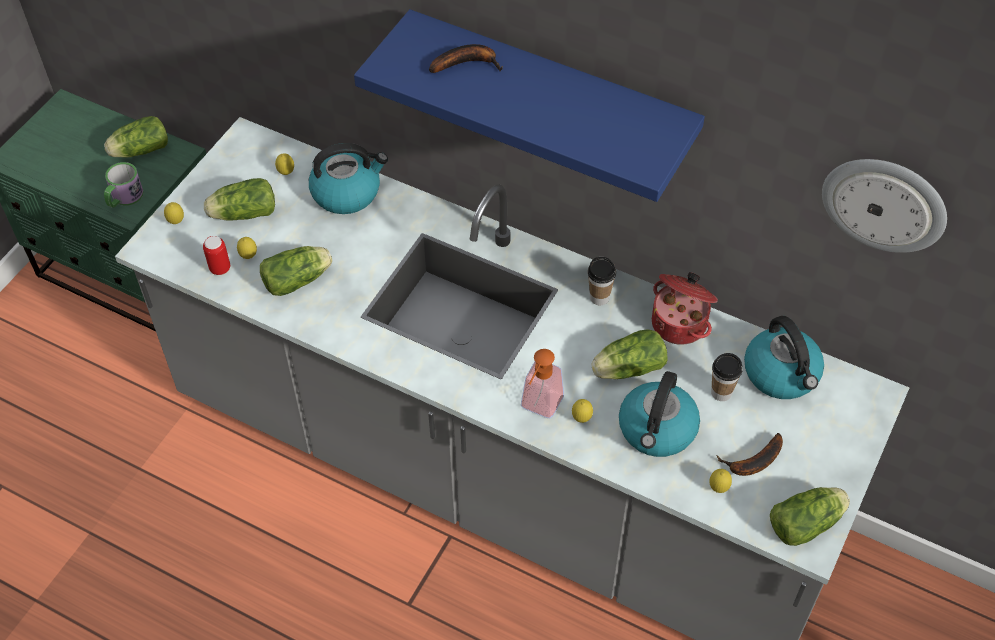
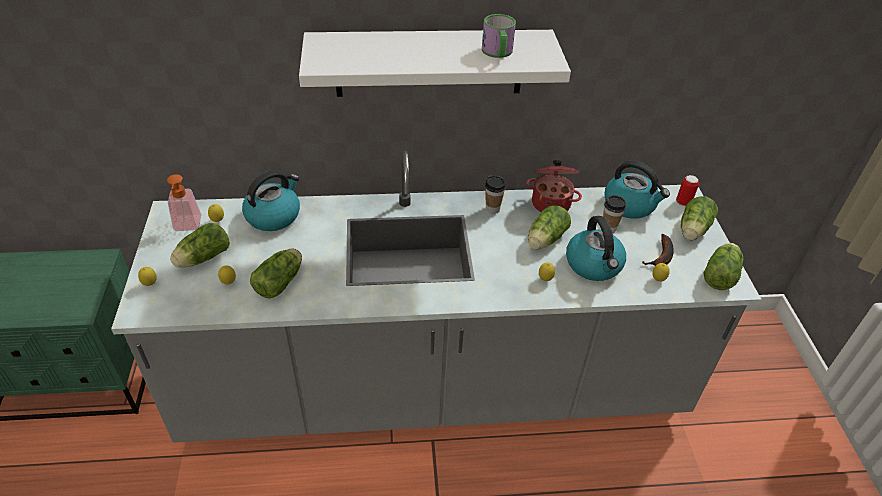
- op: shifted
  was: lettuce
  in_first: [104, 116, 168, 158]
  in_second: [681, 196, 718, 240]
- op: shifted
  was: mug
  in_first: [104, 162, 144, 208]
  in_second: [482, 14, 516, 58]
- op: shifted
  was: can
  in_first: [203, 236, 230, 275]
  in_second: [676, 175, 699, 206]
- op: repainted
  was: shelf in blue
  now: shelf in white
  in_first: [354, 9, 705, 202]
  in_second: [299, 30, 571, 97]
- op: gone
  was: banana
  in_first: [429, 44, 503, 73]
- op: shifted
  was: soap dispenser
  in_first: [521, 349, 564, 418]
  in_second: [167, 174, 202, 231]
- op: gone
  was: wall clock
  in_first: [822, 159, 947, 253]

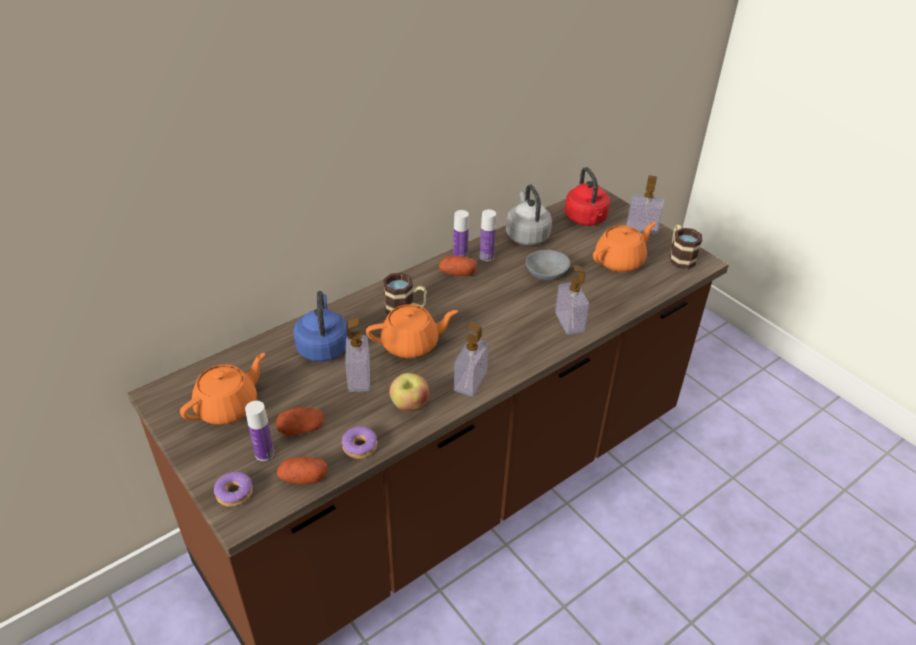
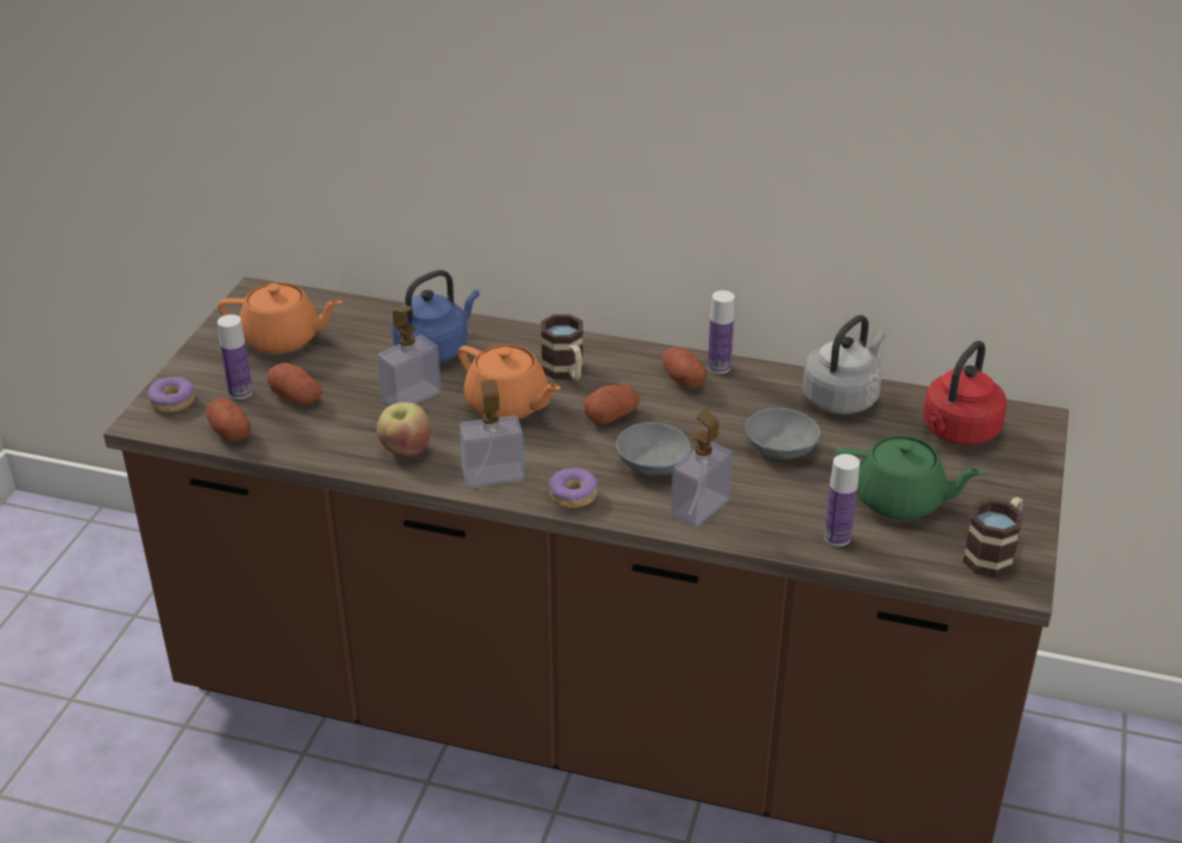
- op: shifted
  was: donut
  in_first: [342, 426, 377, 459]
  in_second: [549, 468, 598, 508]
- op: shifted
  was: bottle
  in_first: [480, 209, 496, 261]
  in_second: [824, 454, 860, 546]
- op: repainted
  was: teapot in orange
  now: teapot in green
  in_first: [593, 222, 656, 272]
  in_second: [835, 436, 985, 520]
- op: gone
  was: soap dispenser
  in_first: [626, 175, 664, 235]
- op: new
  now: potato
  in_second: [584, 384, 640, 425]
- op: new
  now: bowl in grey
  in_second: [616, 422, 691, 475]

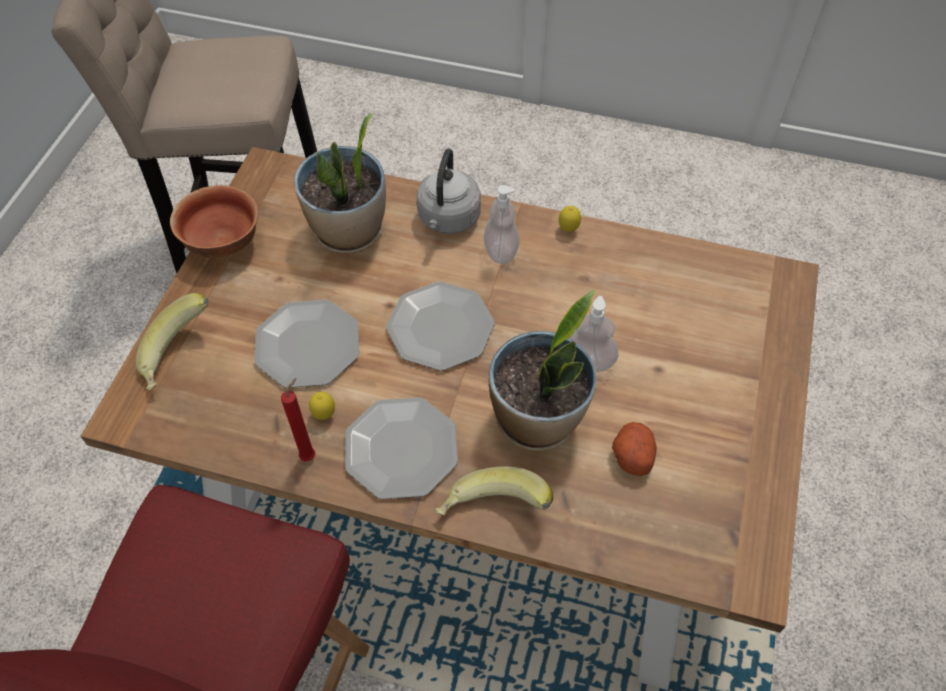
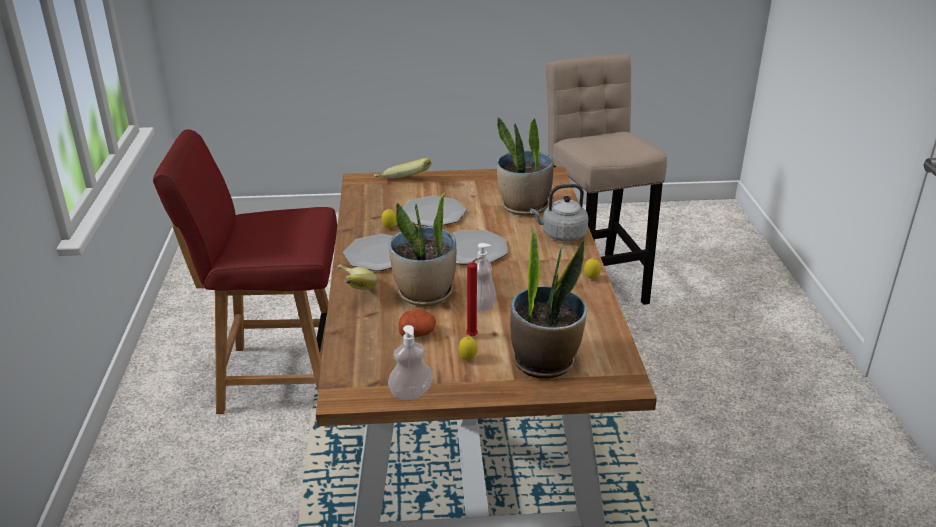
- op: gone
  was: bowl
  in_first: [170, 185, 258, 258]
- op: shifted
  was: candle in red
  in_first: [281, 378, 315, 461]
  in_second: [466, 257, 482, 336]
- op: shifted
  was: soap dispenser
  in_first: [484, 185, 519, 264]
  in_second: [388, 325, 433, 400]
- op: new
  now: lemon
  in_second: [458, 337, 478, 360]
- op: new
  now: potted plant
  in_second: [510, 226, 587, 379]

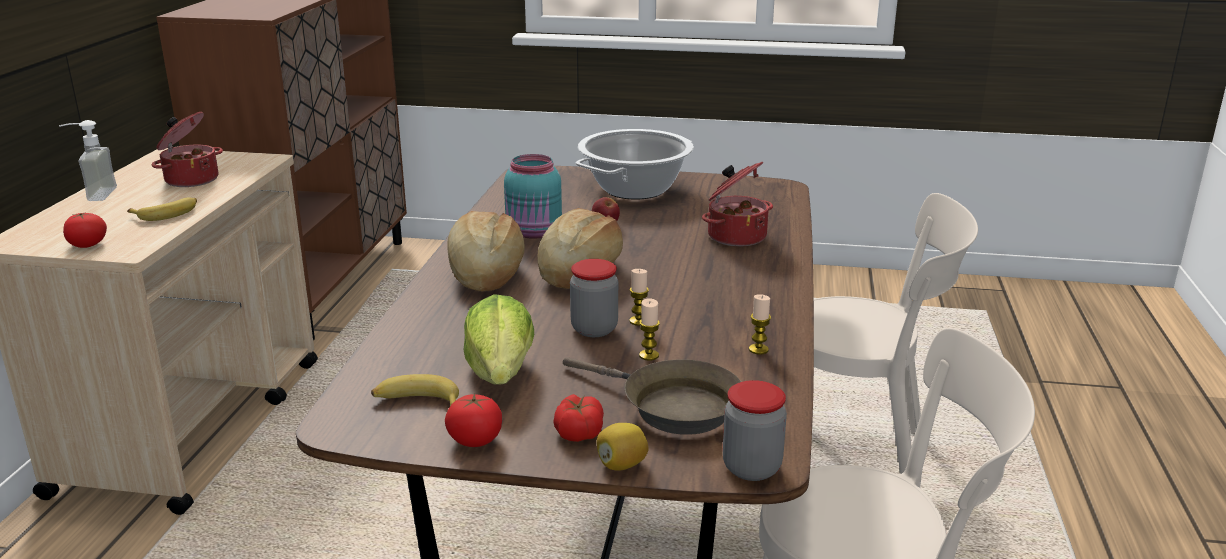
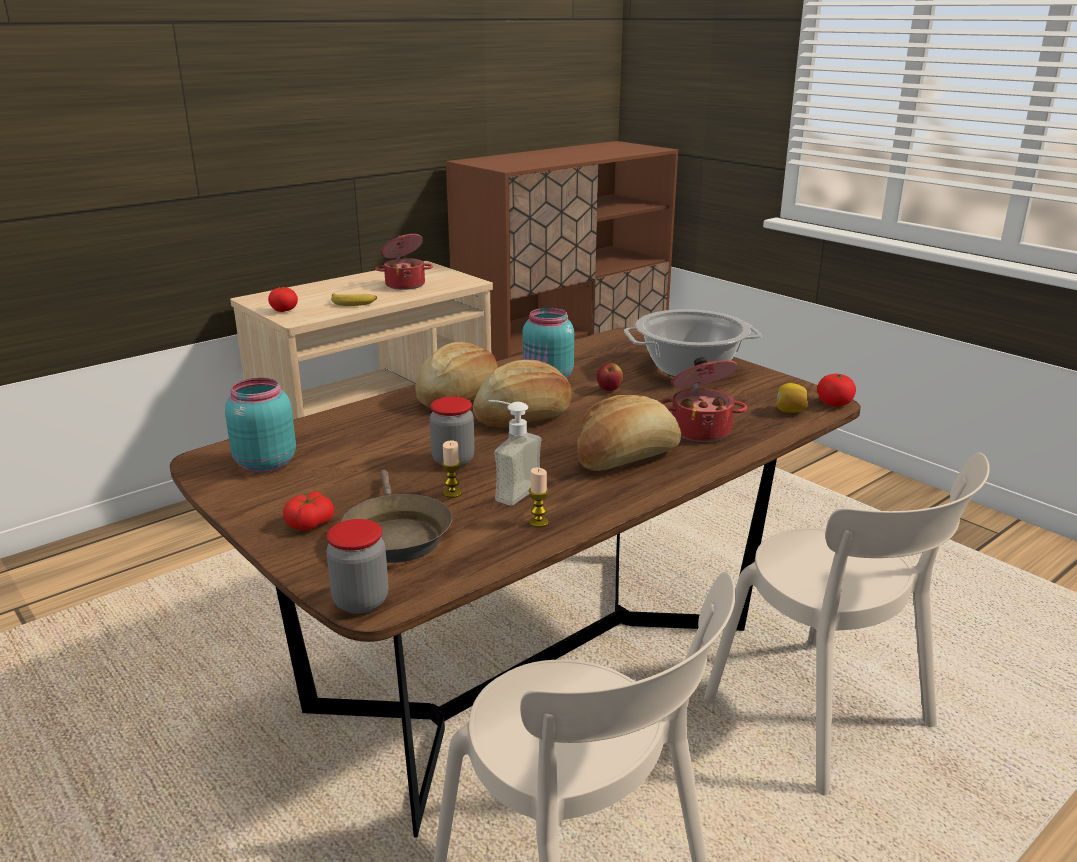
- op: shifted
  was: soap dispenser
  in_first: [59, 120, 117, 201]
  in_second: [489, 400, 542, 506]
- op: swapped
  was: banana
  now: jar in turquoise
  in_first: [371, 374, 459, 406]
  in_second: [225, 378, 296, 473]
- op: shifted
  was: tomato
  in_first: [445, 394, 502, 447]
  in_second: [817, 374, 856, 407]
- op: gone
  was: lettuce
  in_first: [464, 294, 534, 384]
- op: shifted
  was: lemon
  in_first: [597, 423, 649, 471]
  in_second: [776, 383, 808, 413]
- op: gone
  was: candle
  in_first: [629, 269, 649, 326]
- op: new
  now: bread
  in_second: [577, 395, 682, 471]

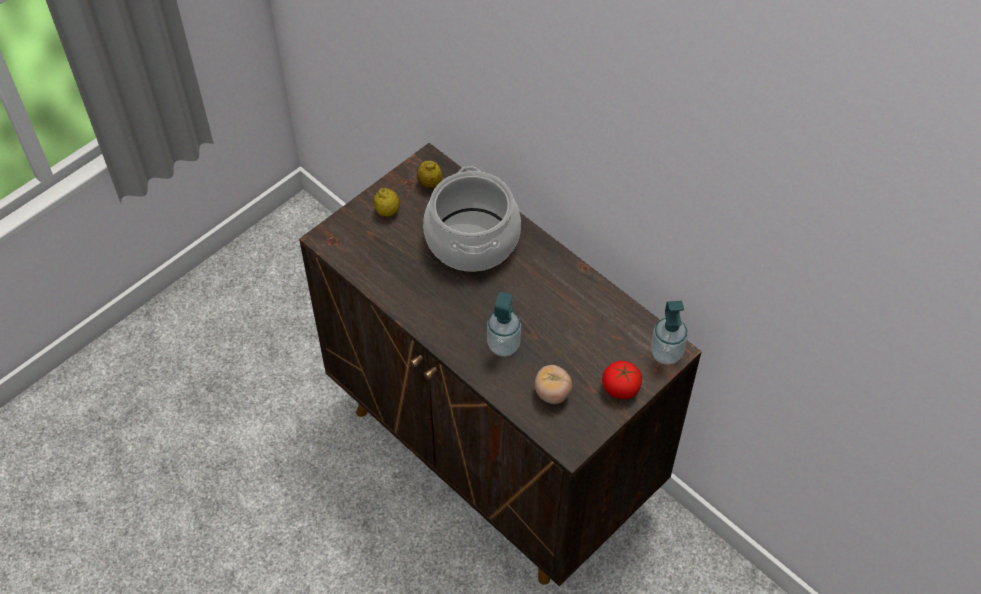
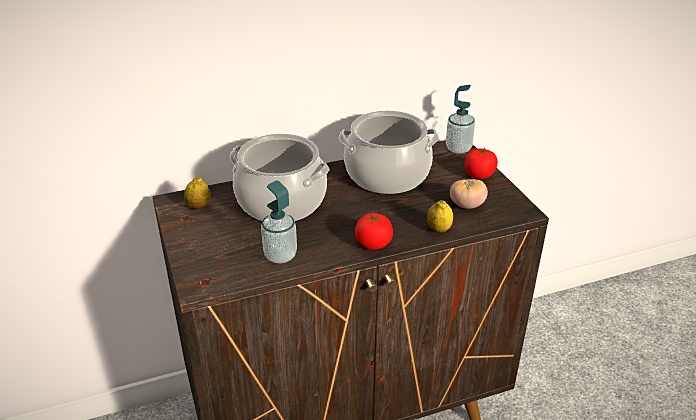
- op: shifted
  was: lemon
  in_first: [374, 188, 400, 217]
  in_second: [427, 200, 453, 232]
- op: shifted
  was: soap dispenser
  in_first: [487, 292, 521, 357]
  in_second: [261, 180, 297, 263]
- op: new
  now: cooking pot
  in_second: [339, 110, 439, 194]
- op: new
  now: tomato
  in_second: [355, 213, 393, 250]

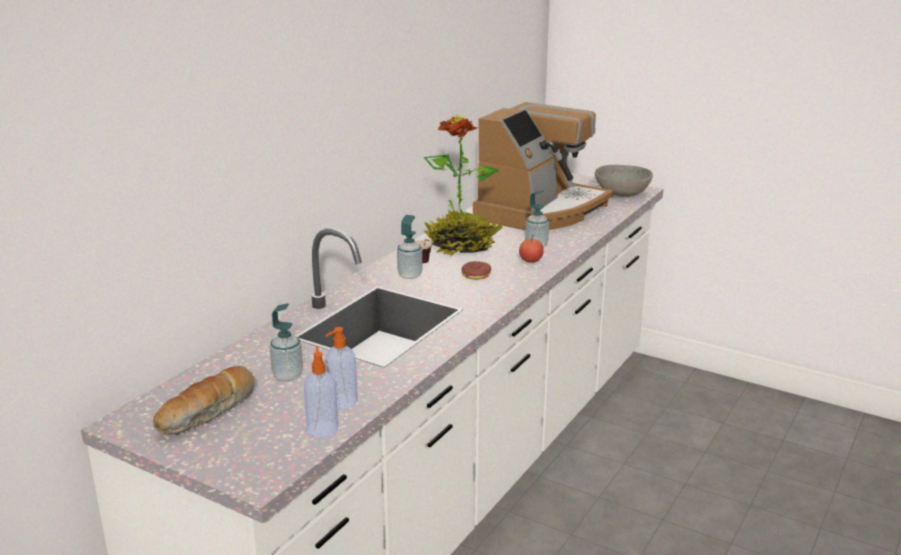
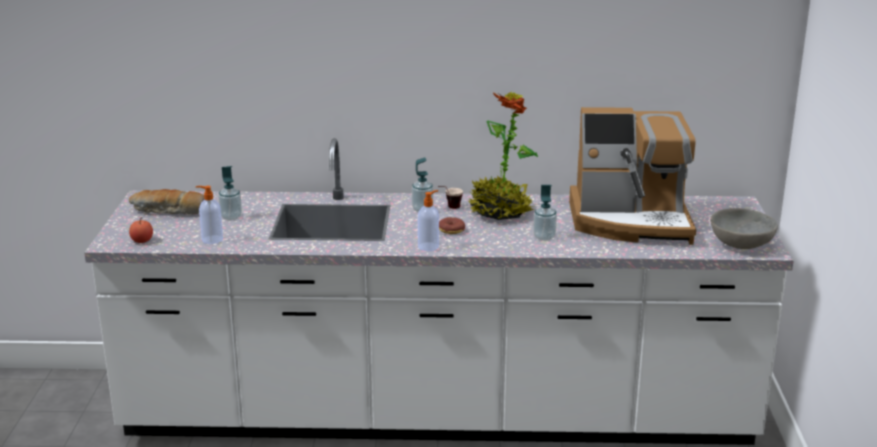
- op: shifted
  was: soap dispenser
  in_first: [304, 345, 338, 438]
  in_second: [418, 190, 439, 251]
- op: shifted
  was: apple
  in_first: [519, 234, 544, 263]
  in_second: [129, 219, 153, 243]

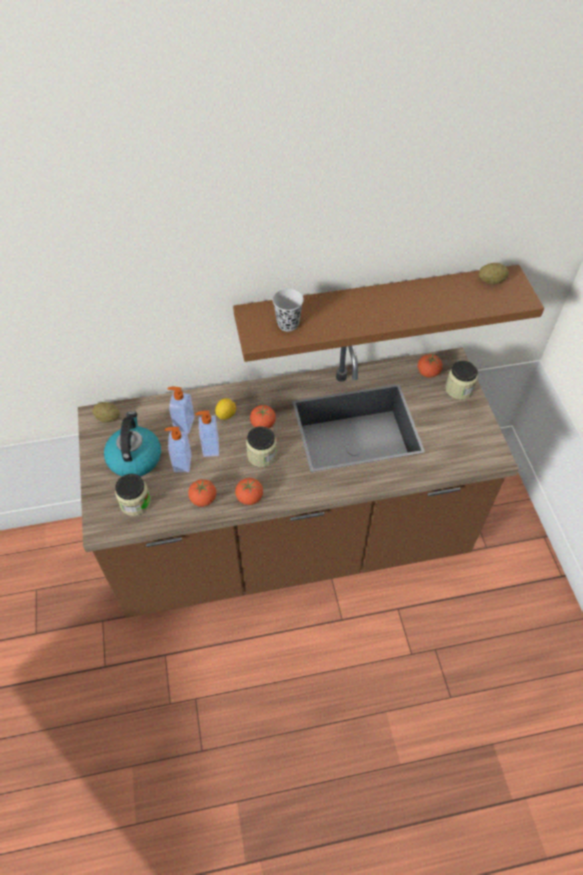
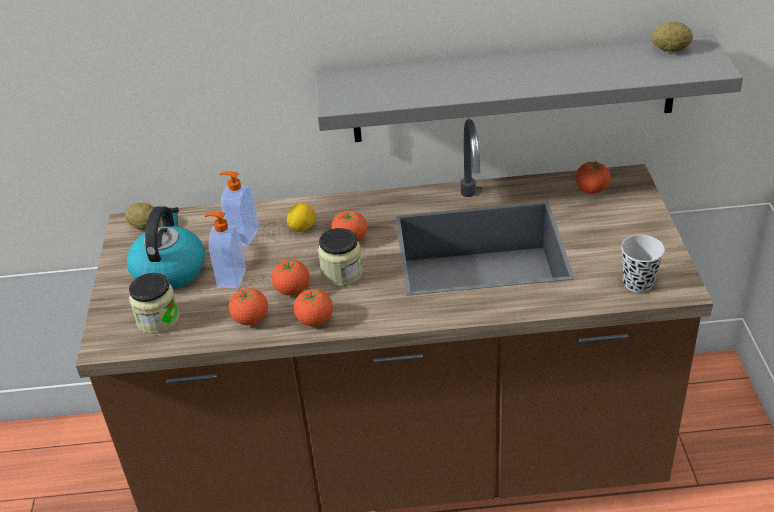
- op: gone
  was: soap dispenser
  in_first: [195, 410, 219, 457]
- op: repainted
  was: shelf in brown
  now: shelf in grey
  in_first: [233, 265, 544, 362]
  in_second: [315, 34, 743, 142]
- op: shifted
  was: cup in black
  in_first: [272, 289, 304, 331]
  in_second: [621, 235, 665, 293]
- op: gone
  was: jar
  in_first: [445, 361, 478, 400]
- op: new
  now: tomato
  in_second: [272, 259, 310, 296]

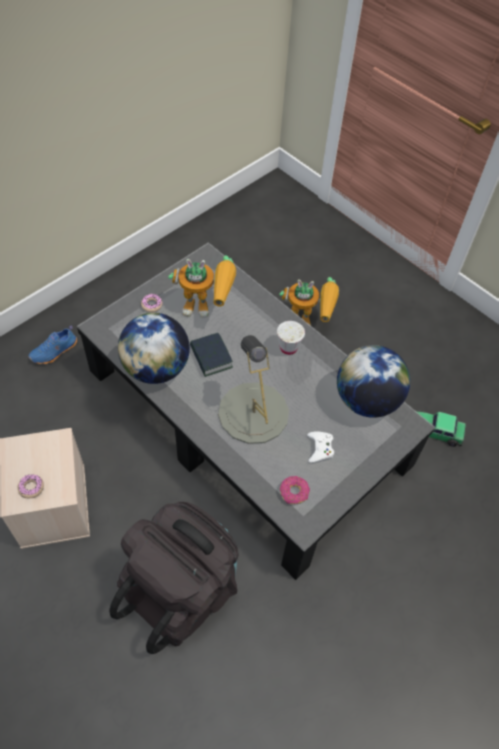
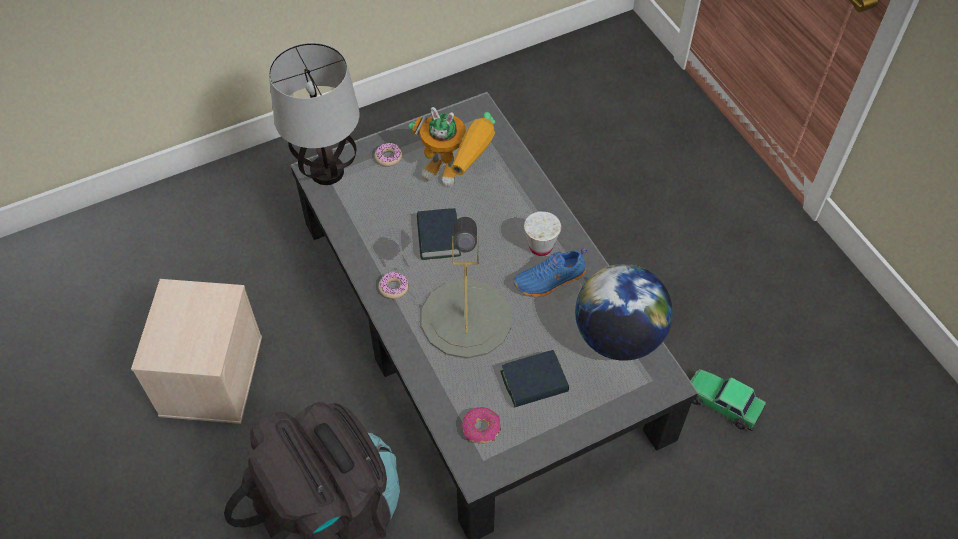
- op: shifted
  was: donut
  in_first: [18, 474, 44, 498]
  in_second: [379, 272, 409, 299]
- op: shifted
  was: shoe in blue
  in_first: [28, 326, 77, 364]
  in_second: [513, 248, 587, 297]
- op: gone
  was: globe
  in_first: [118, 313, 190, 384]
- op: gone
  was: toy robot
  in_first: [279, 277, 339, 325]
- op: swapped
  was: game controller in white
  now: book
  in_first: [307, 431, 334, 463]
  in_second: [500, 350, 569, 407]
- op: new
  now: table lamp
  in_second: [269, 42, 359, 185]

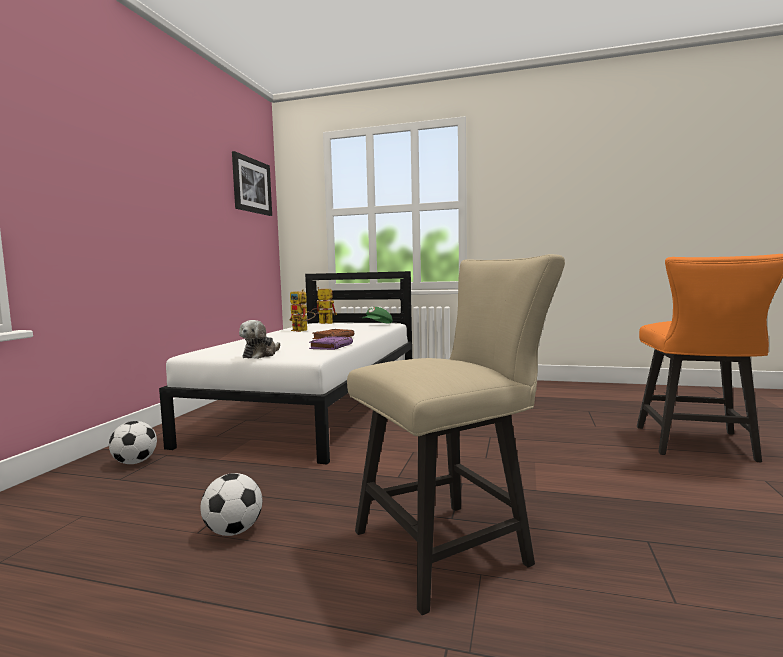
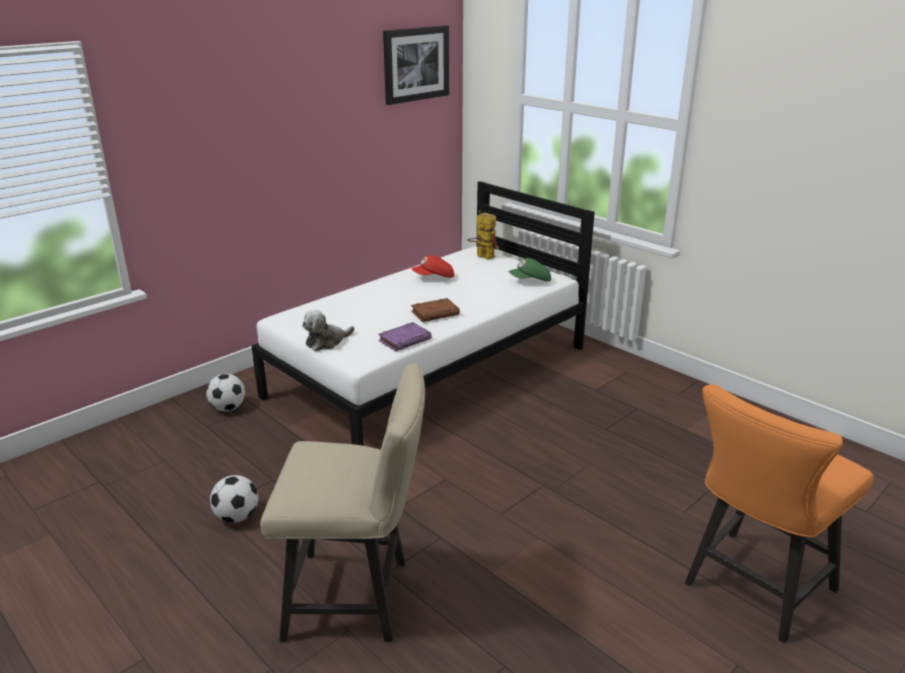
- op: swapped
  was: toy robot
  now: cap in red
  in_first: [289, 289, 315, 332]
  in_second: [412, 255, 454, 278]

